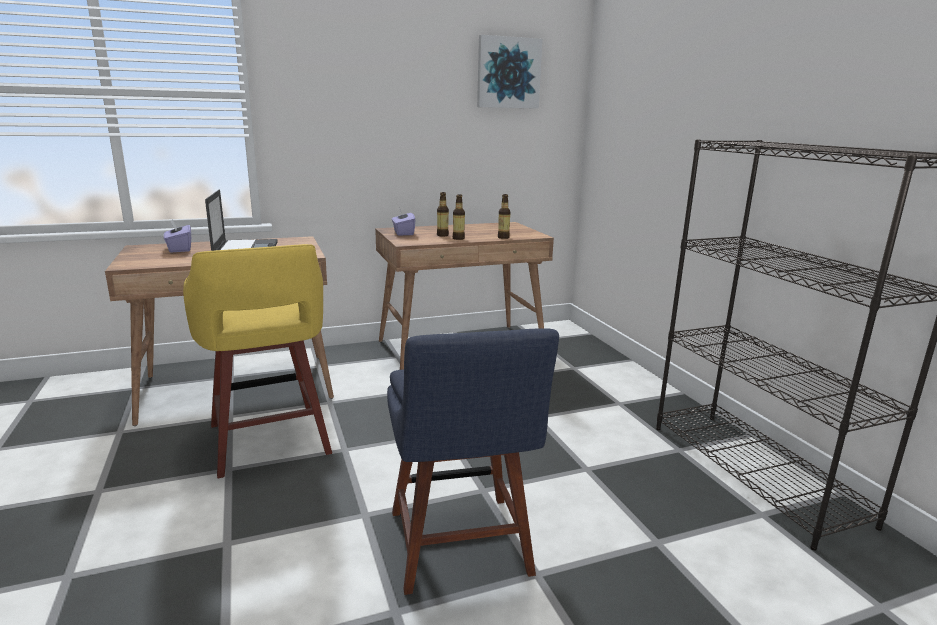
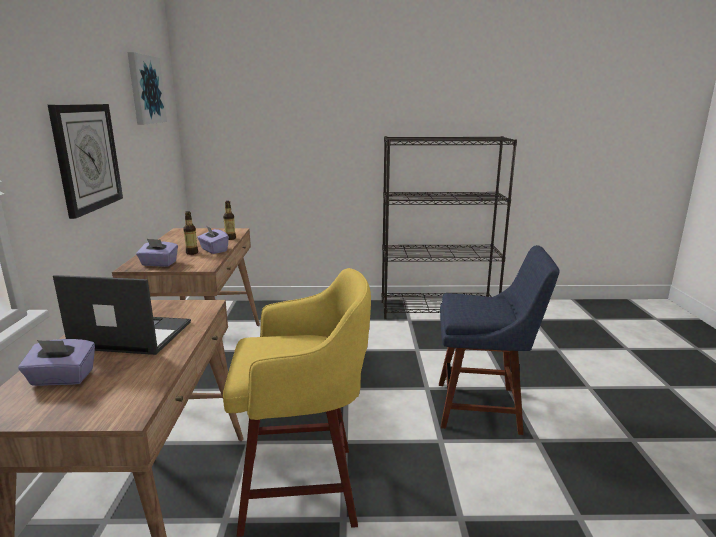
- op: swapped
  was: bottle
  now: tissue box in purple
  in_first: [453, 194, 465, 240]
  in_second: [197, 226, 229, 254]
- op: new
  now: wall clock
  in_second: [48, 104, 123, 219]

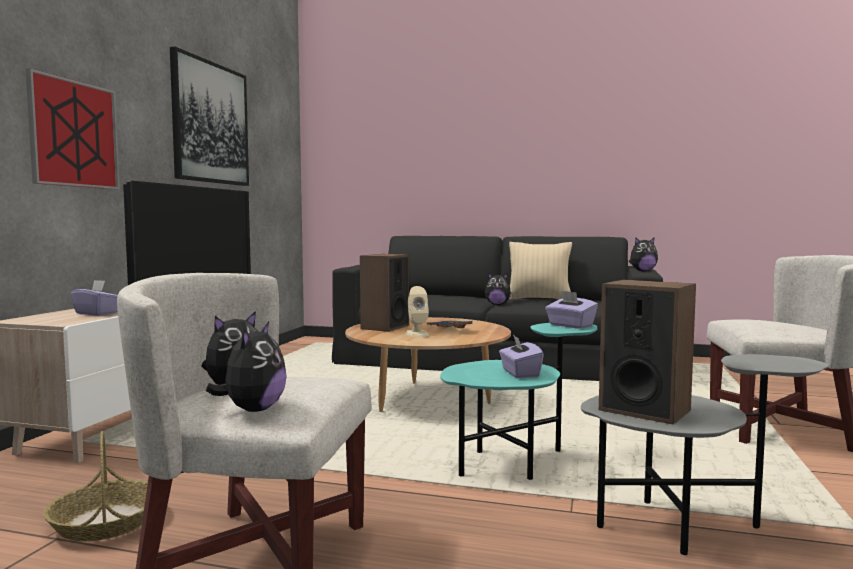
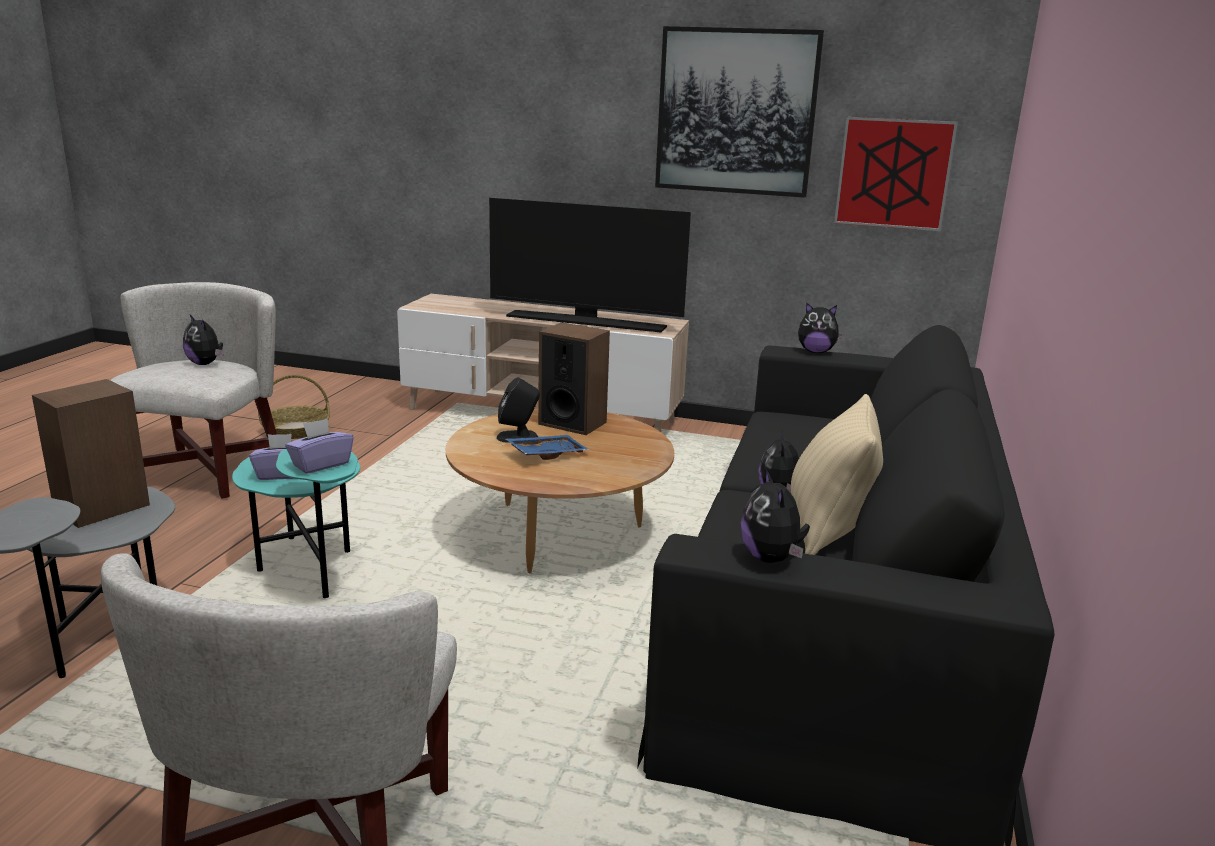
- op: shifted
  was: picture
  in_first: [26, 68, 120, 189]
  in_second: [834, 117, 958, 231]
- op: gone
  was: tissue box in purple
  in_first: [70, 280, 118, 316]
- op: shifted
  was: plush toy
  in_first: [206, 322, 287, 412]
  in_second: [798, 303, 842, 353]
- op: repainted
  was: speaker in beige
  now: speaker in black
  in_first: [406, 286, 429, 337]
  in_second: [497, 377, 540, 443]

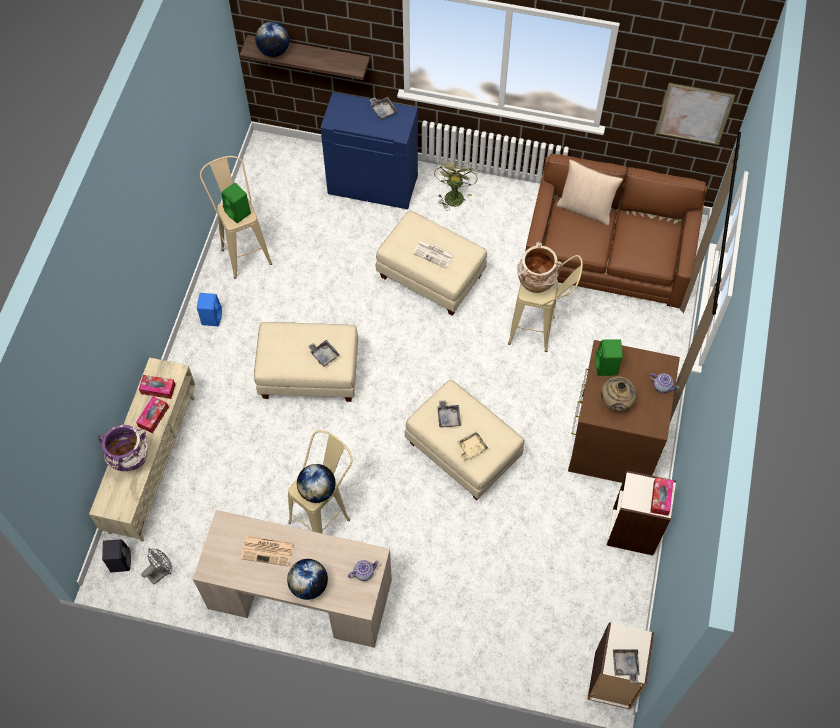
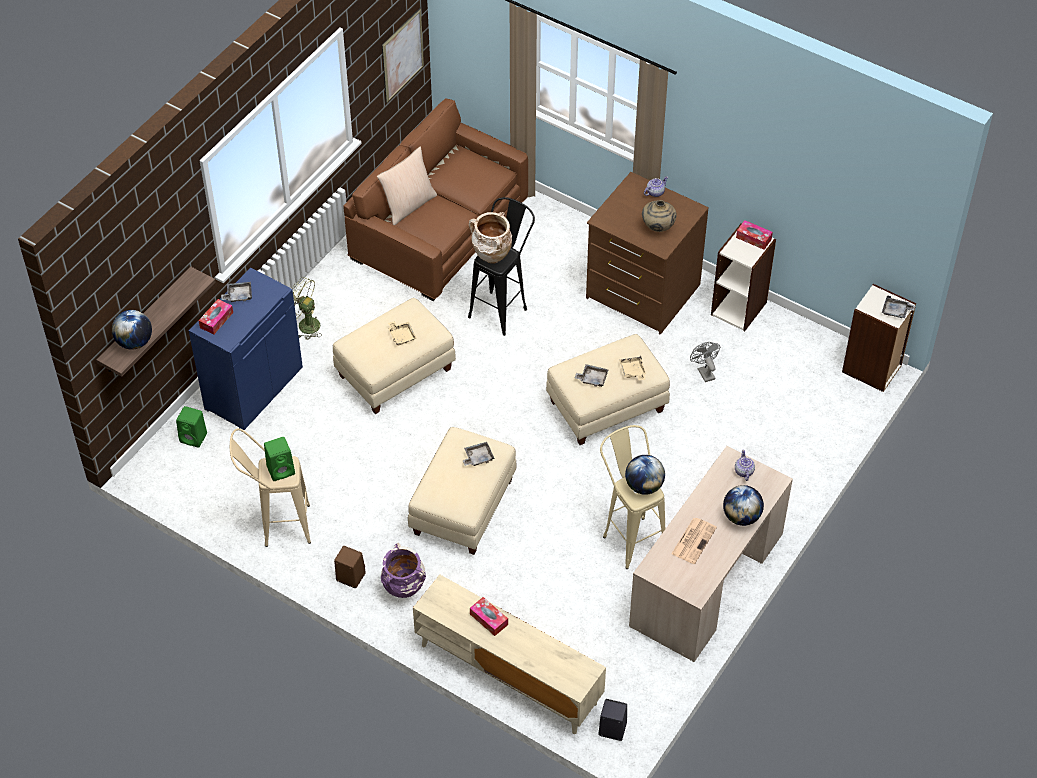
- op: shifted
  was: vase in purple
  in_first: [98, 425, 148, 471]
  in_second: [381, 543, 426, 598]
- op: shifted
  was: tissue box
  in_first: [139, 375, 176, 399]
  in_second: [199, 299, 233, 334]
- op: shifted
  was: fan in grey
  in_first: [141, 549, 172, 585]
  in_second: [690, 342, 720, 382]
- op: repainted
  was: speaker in blue
  now: speaker in brown
  in_first: [197, 293, 222, 326]
  in_second: [334, 546, 366, 588]
- op: swapped
  was: newspaper
  now: tray in beige
  in_first: [413, 240, 455, 268]
  in_second: [388, 321, 417, 346]
- op: repainted
  was: stool in beige
  now: stool in black
  in_first: [508, 255, 583, 352]
  in_second: [468, 197, 535, 336]
- op: shifted
  was: speaker in green
  in_first: [596, 339, 623, 376]
  in_second: [176, 406, 207, 448]

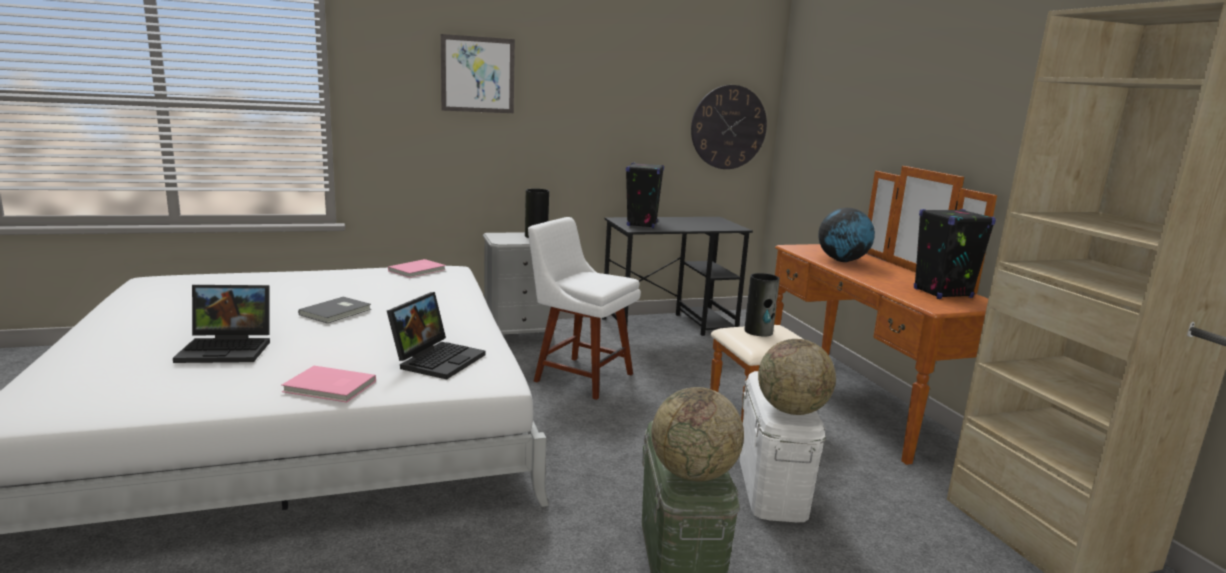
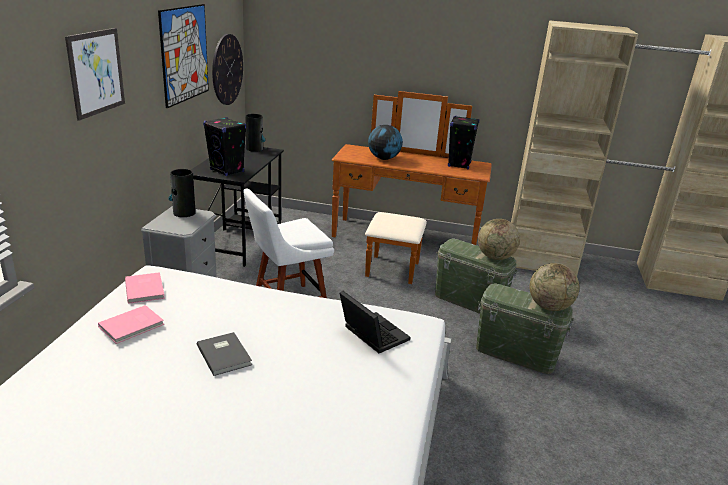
- op: gone
  was: laptop
  in_first: [173, 285, 270, 363]
- op: shifted
  was: book in pink
  in_first: [282, 366, 376, 403]
  in_second: [98, 305, 164, 344]
- op: repainted
  was: storage box in white
  now: storage box in green
  in_first: [740, 371, 826, 522]
  in_second: [435, 239, 518, 314]
- op: shifted
  was: vase
  in_first: [744, 273, 780, 336]
  in_second: [245, 114, 266, 152]
- op: new
  now: picture
  in_second: [158, 4, 209, 108]

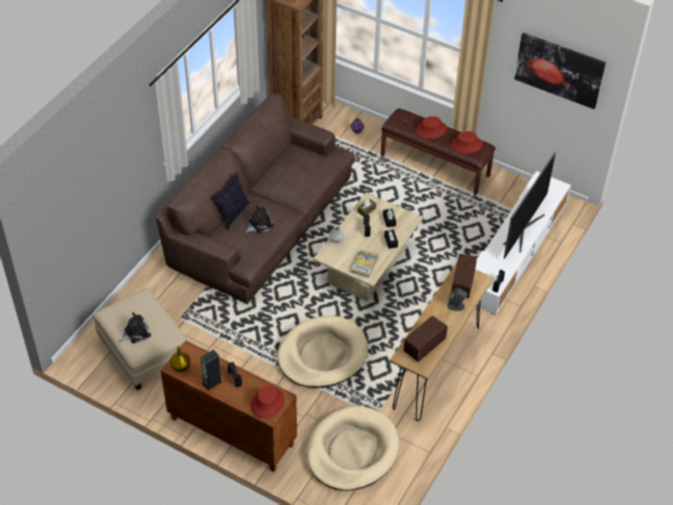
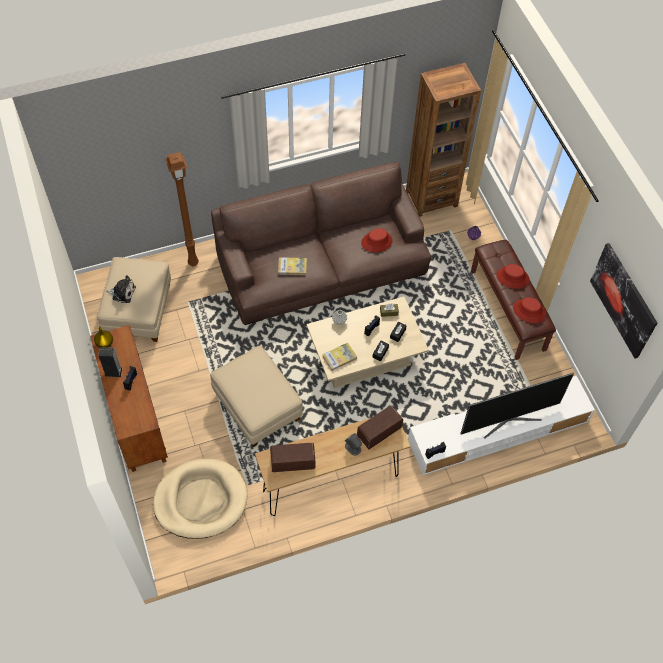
- op: gone
  was: pillow
  in_first: [213, 172, 250, 229]
- op: swapped
  was: plush toy
  now: book
  in_first: [245, 205, 274, 233]
  in_second: [278, 257, 307, 275]
- op: shifted
  was: hat in red
  in_first: [251, 385, 284, 418]
  in_second: [361, 228, 393, 253]
- op: swapped
  was: dog bed in beige
  now: ottoman in beige
  in_first: [277, 316, 368, 388]
  in_second: [210, 346, 302, 447]
- op: new
  now: floor lamp in brown
  in_second: [165, 152, 199, 266]

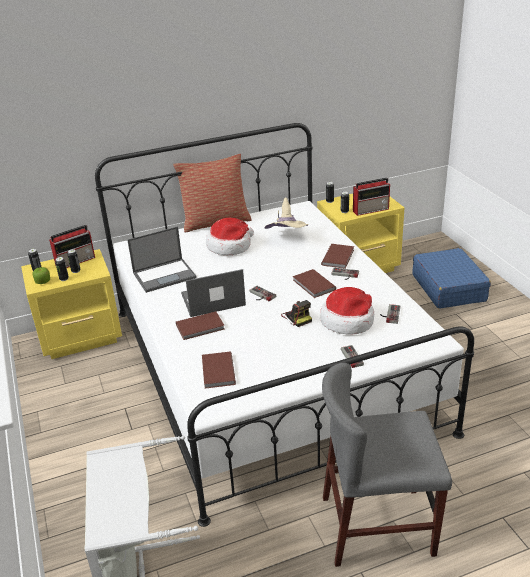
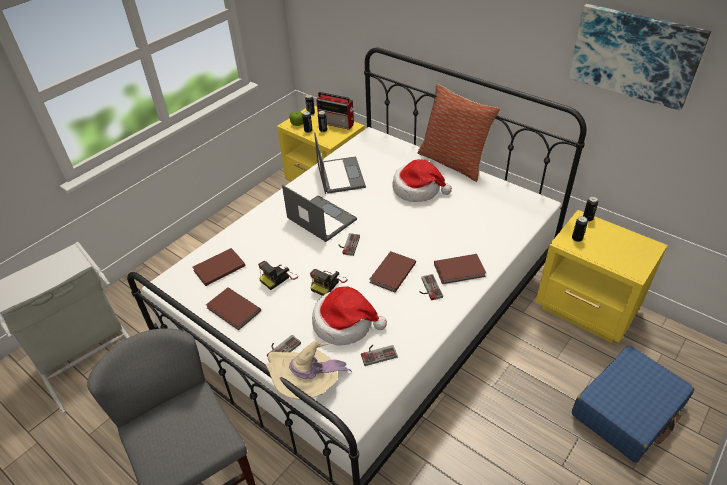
- op: rotated
  was: laptop
  in_first: [127, 226, 197, 293]
  in_second: [314, 132, 366, 194]
  clockwise: -135
- op: shifted
  was: book in brown
  in_first: [176, 311, 224, 340]
  in_second: [206, 287, 261, 330]
- op: shifted
  was: hat in beige
  in_first: [265, 197, 309, 229]
  in_second: [265, 341, 352, 400]
- op: gone
  was: radio
  in_first: [353, 178, 390, 216]
- op: new
  now: photo camera
  in_second: [258, 261, 298, 290]
- op: new
  now: picture
  in_second: [568, 4, 711, 111]

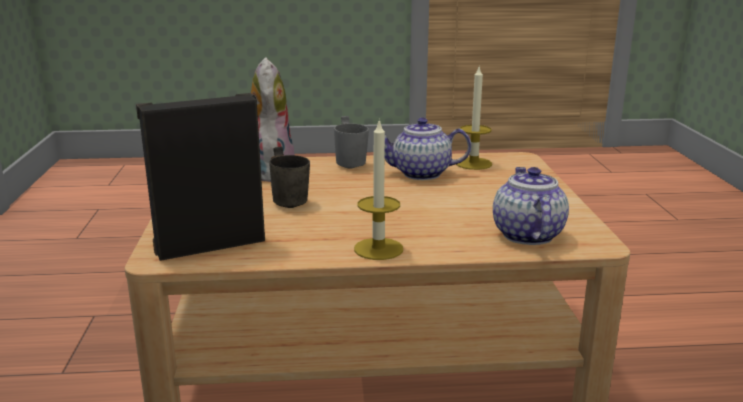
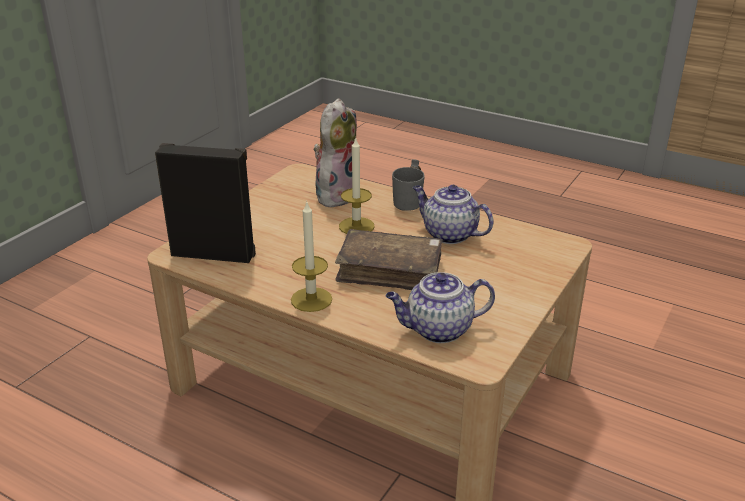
- op: gone
  was: mug in grey
  in_first: [269, 147, 310, 208]
- op: shifted
  was: candle
  in_first: [456, 67, 492, 170]
  in_second: [339, 137, 375, 234]
- op: rotated
  was: teapot
  in_first: [493, 167, 569, 245]
  in_second: [386, 272, 495, 343]
  clockwise: -135
- op: new
  now: book in brown
  in_second: [335, 229, 443, 290]

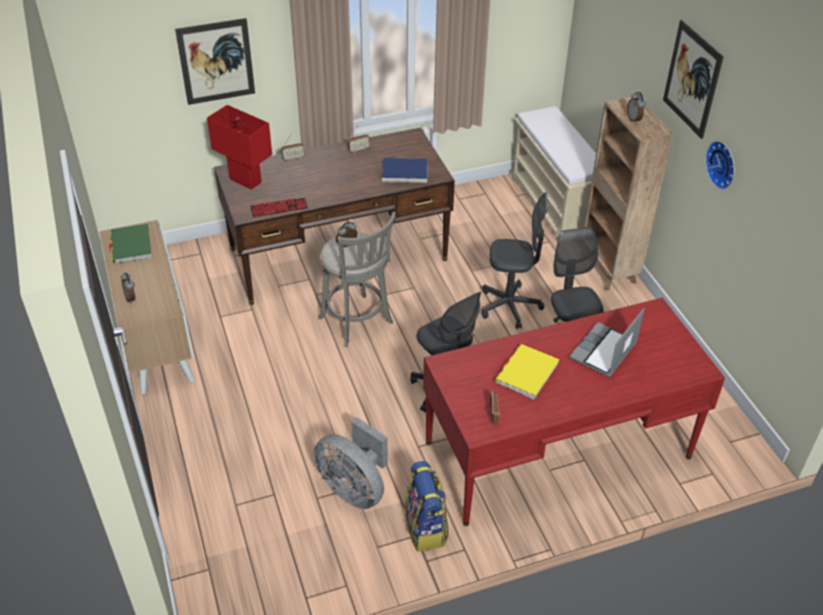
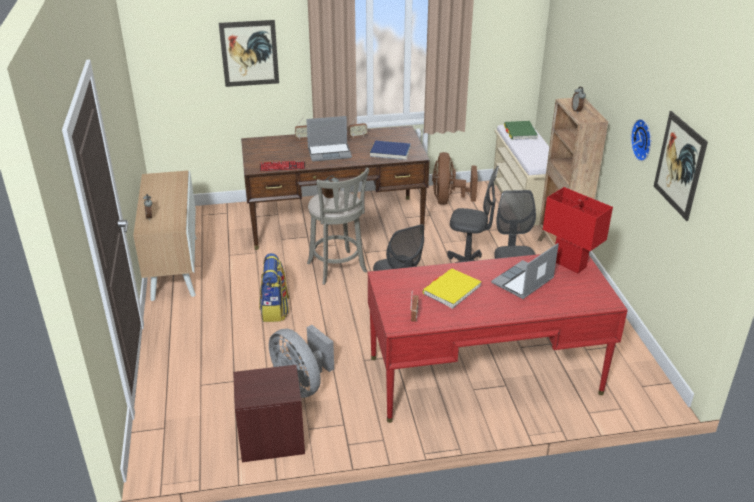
- op: shifted
  was: book in green
  in_first: [109, 224, 152, 264]
  in_second: [504, 121, 538, 140]
- op: shifted
  was: table lamp in red
  in_first: [207, 105, 272, 190]
  in_second: [543, 187, 613, 273]
- op: shifted
  was: backpack
  in_first: [404, 461, 449, 551]
  in_second: [259, 253, 289, 322]
- op: shifted
  was: picture
  in_first: [663, 20, 724, 139]
  in_second: [654, 111, 708, 221]
- op: new
  now: nightstand in brown
  in_second: [233, 365, 305, 462]
- op: new
  now: laptop
  in_second: [306, 116, 352, 162]
- op: new
  now: fan in brown
  in_second: [432, 152, 478, 205]

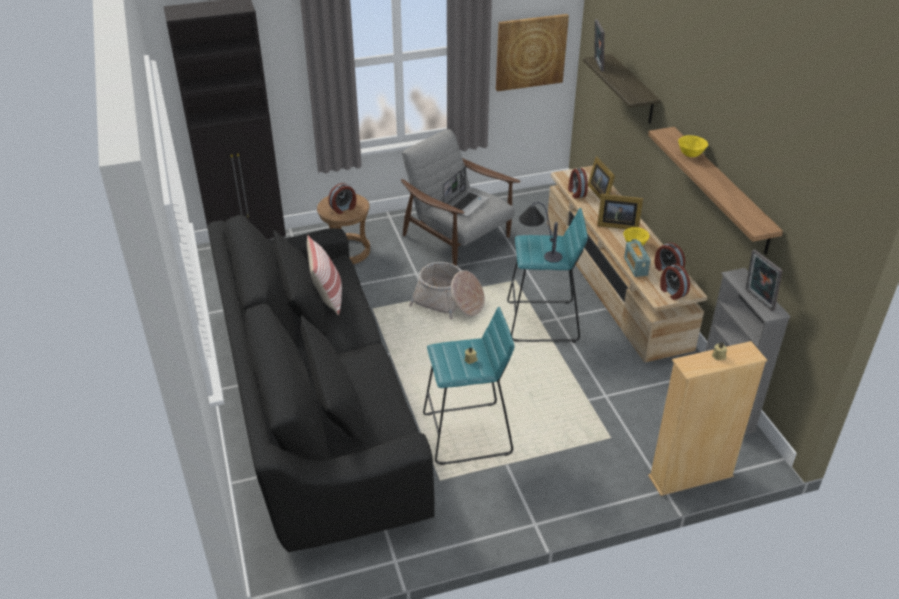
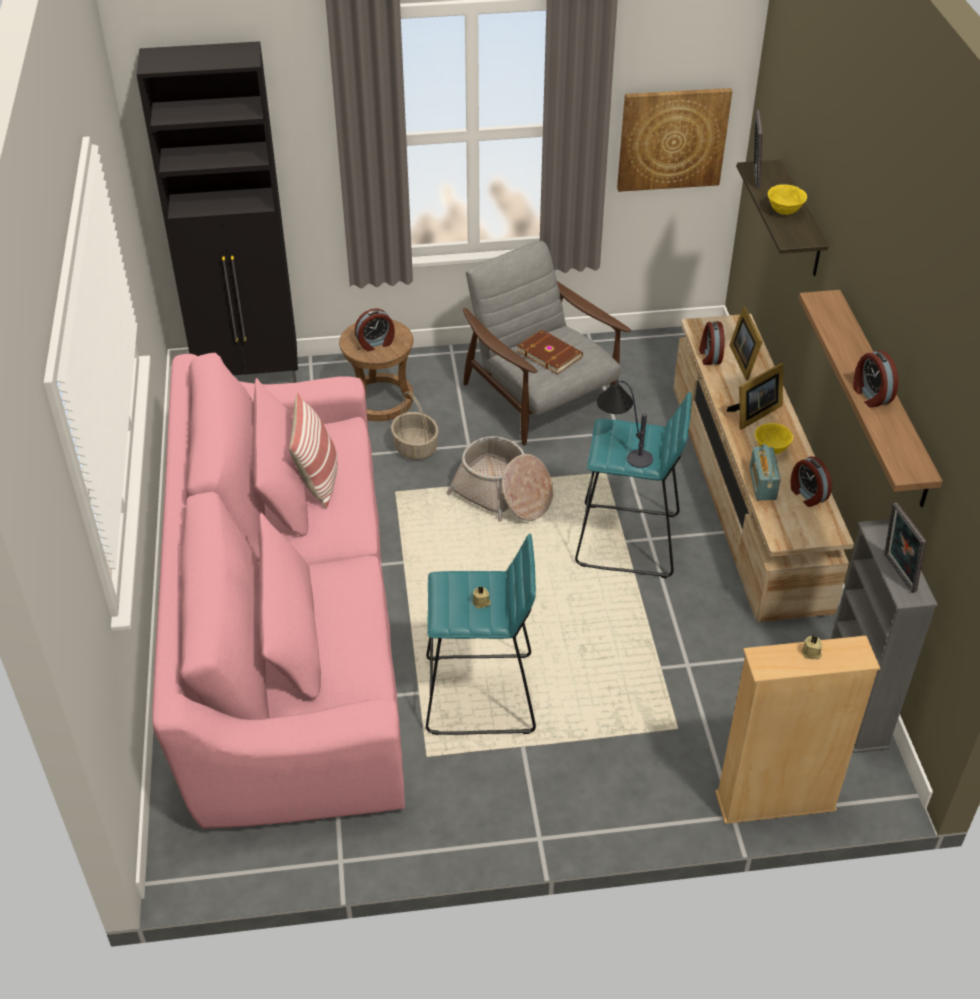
- op: repainted
  was: sofa in black
  now: sofa in pink
  in_first: [208, 215, 435, 552]
  in_second: [152, 353, 405, 829]
- op: swapped
  was: laptop
  now: book in brown
  in_first: [443, 166, 489, 217]
  in_second: [517, 329, 583, 374]
- op: rotated
  was: picture frame
  in_first: [597, 194, 643, 229]
  in_second: [726, 363, 783, 430]
  clockwise: -60
- op: shifted
  was: alarm clock
  in_first: [660, 264, 690, 300]
  in_second: [853, 350, 898, 408]
- op: shifted
  was: bowl in yellow
  in_first: [678, 135, 708, 157]
  in_second: [768, 184, 807, 215]
- op: new
  now: basket
  in_second: [391, 391, 439, 460]

